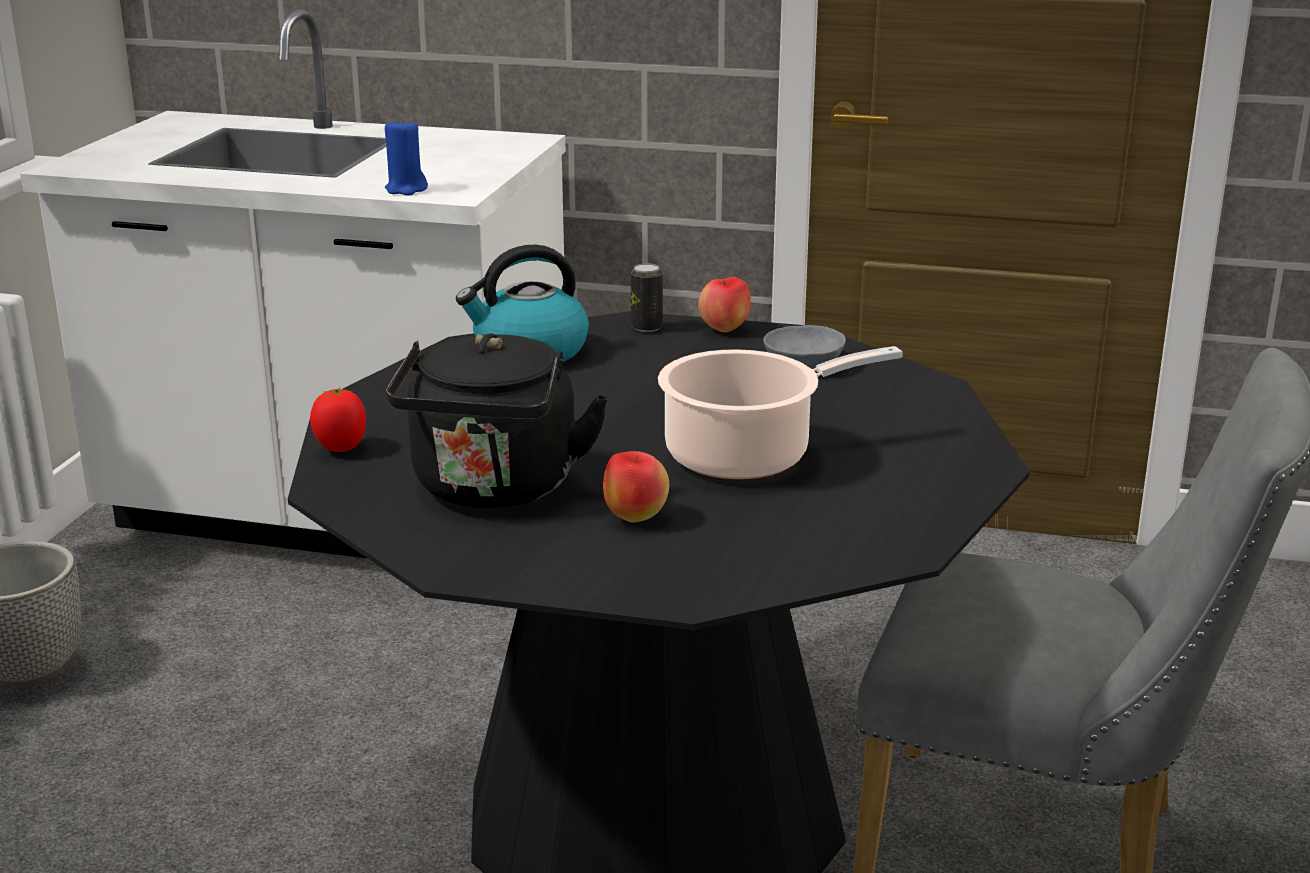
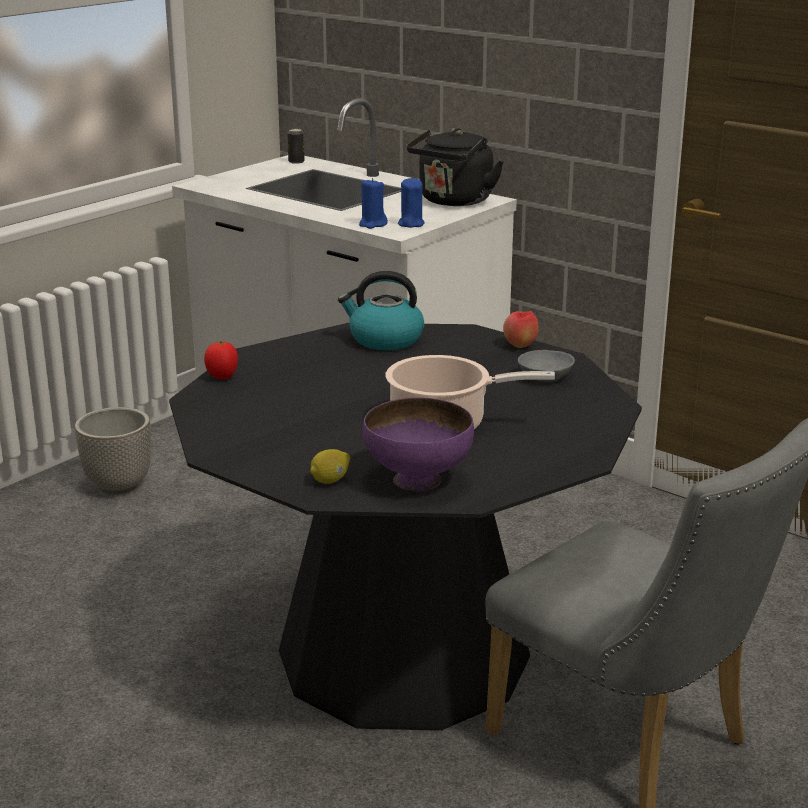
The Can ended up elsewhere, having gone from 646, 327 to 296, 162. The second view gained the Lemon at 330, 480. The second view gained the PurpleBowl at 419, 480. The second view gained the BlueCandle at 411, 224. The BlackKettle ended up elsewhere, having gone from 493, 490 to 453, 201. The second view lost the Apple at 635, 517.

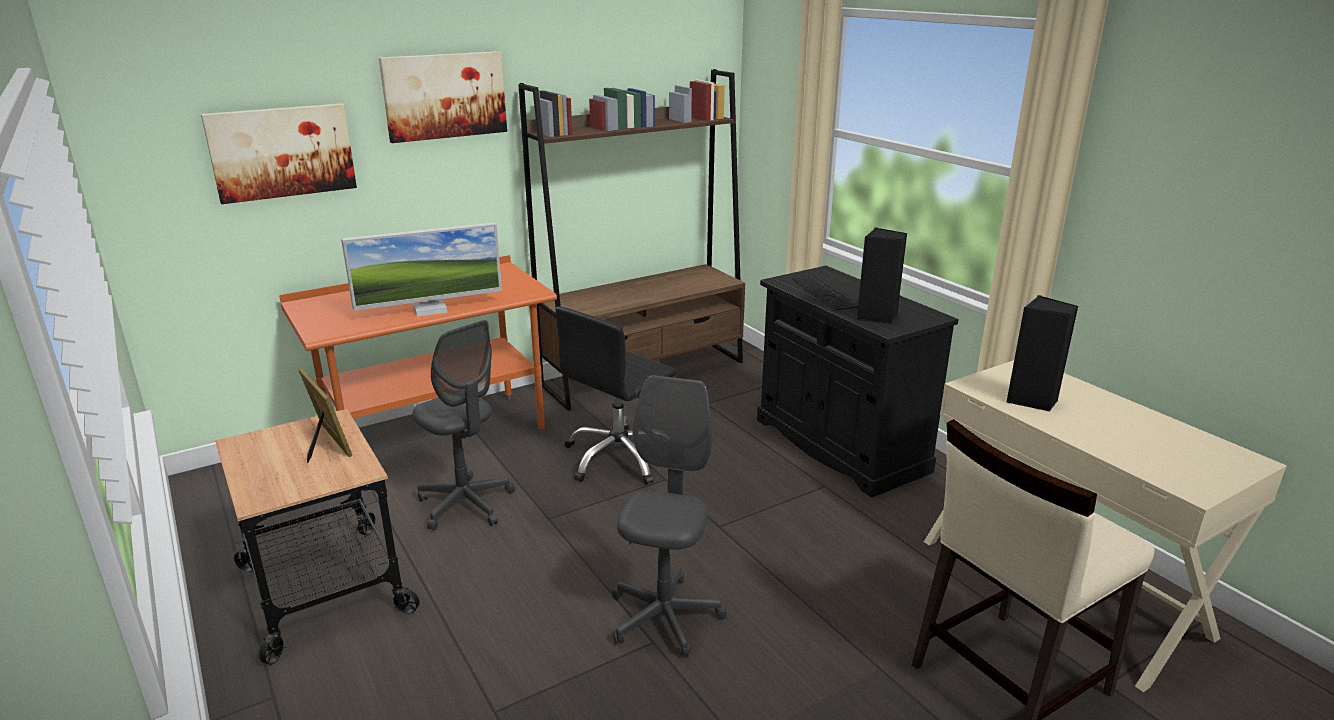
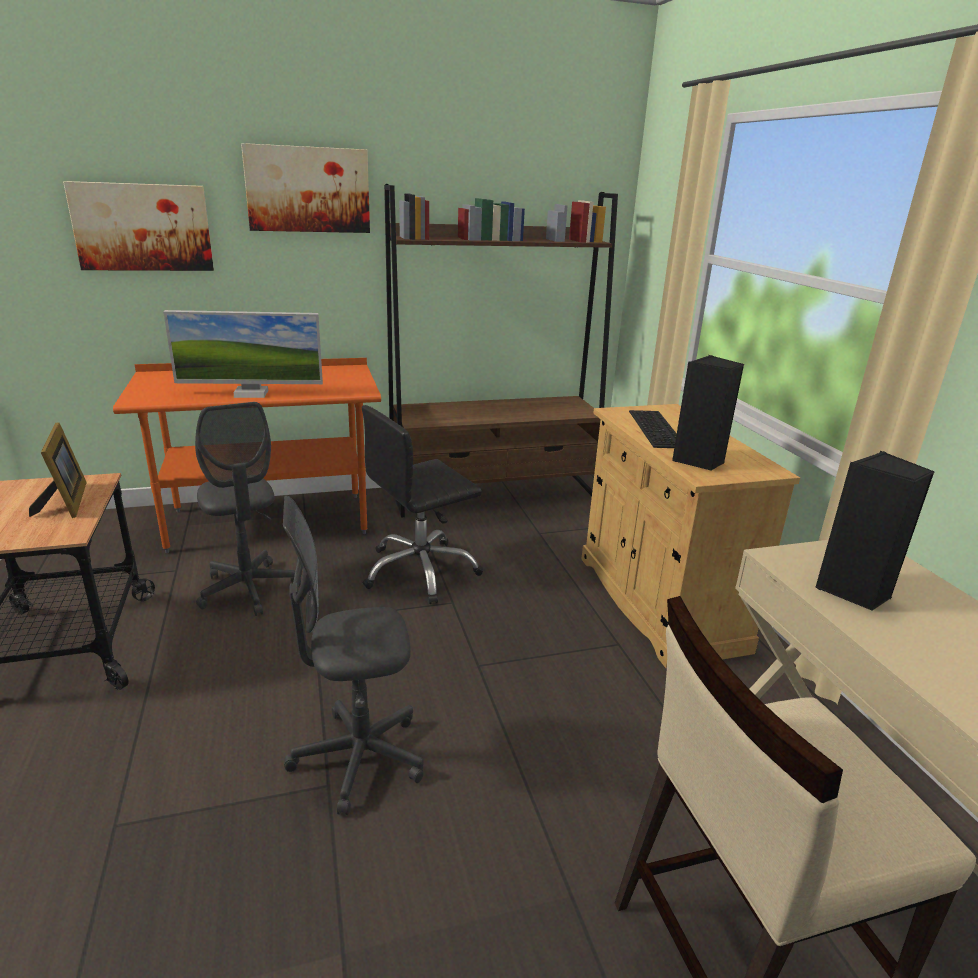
The GreyOfficeChair at 664, 617 ended up facing another way, 135 degrees counterclockwise from before. What was the BlackCabinet at 840, 445 turned into the BeigeCabinet at 658, 602.

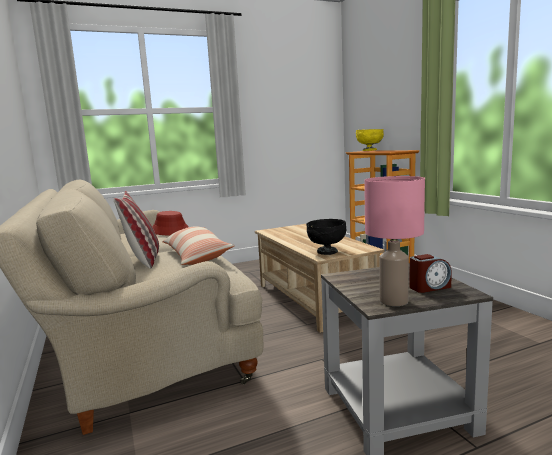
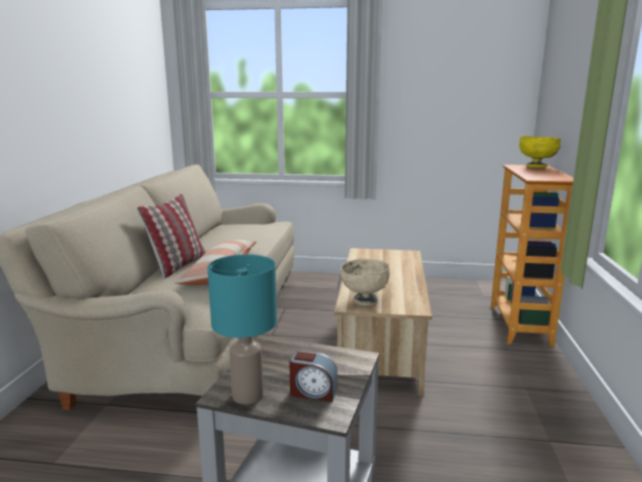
What was the PinkTableLamp at 393, 301 turned into the TurquoiseTableLamp at 246, 395. What was the BlackBowl at 326, 252 turned into the BeigeBowl at 364, 300. The second view lost the RedHat at 170, 231.

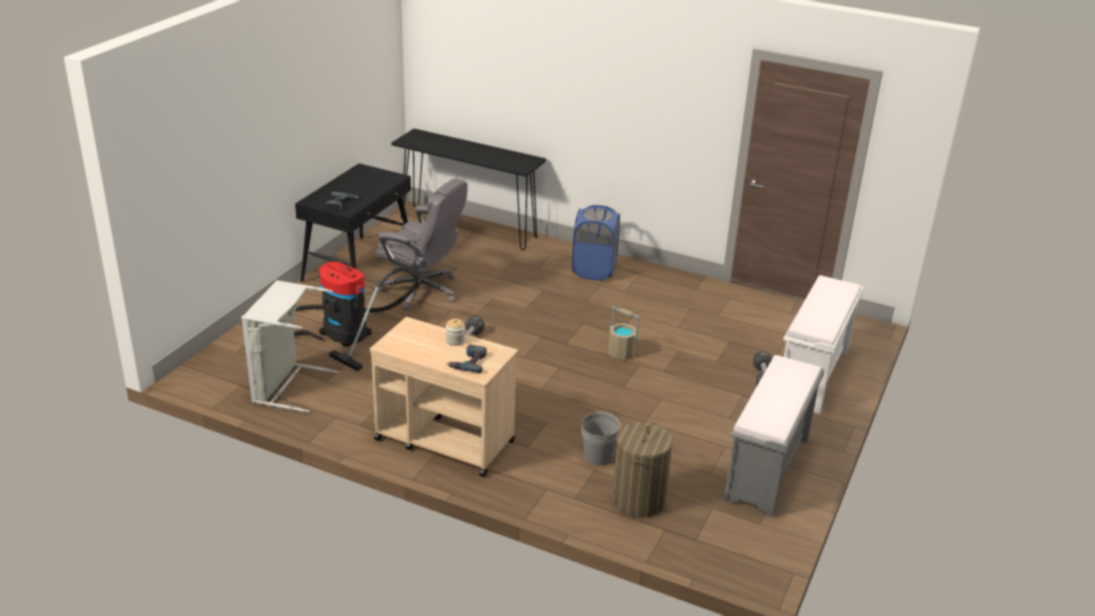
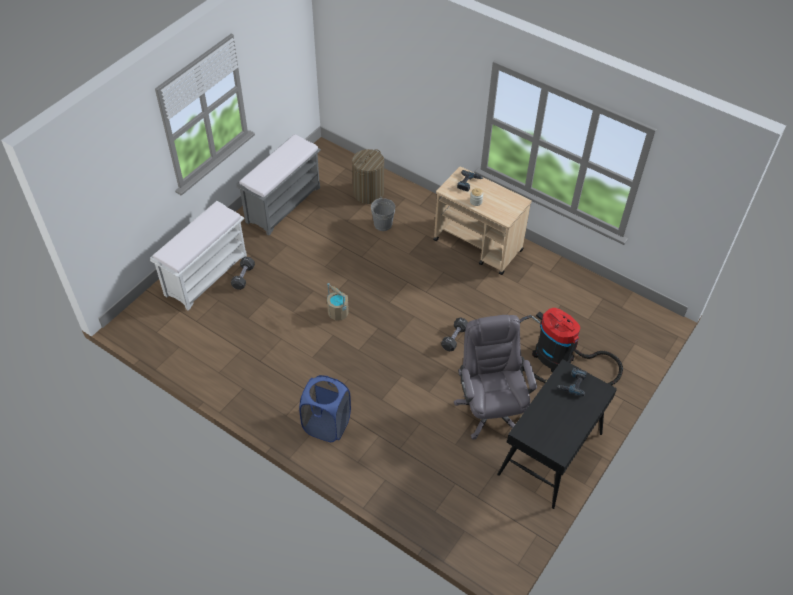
The GreyOfficeChair at 422, 290 ended up facing another way, 45 degrees clockwise from before. The second view lost the GreyLaundryBasket at 287, 386. The second view lost the BlackConsoleTable at 468, 228.

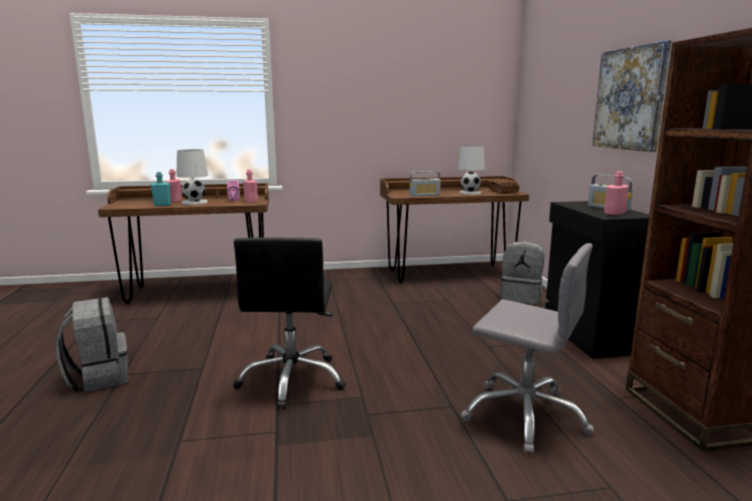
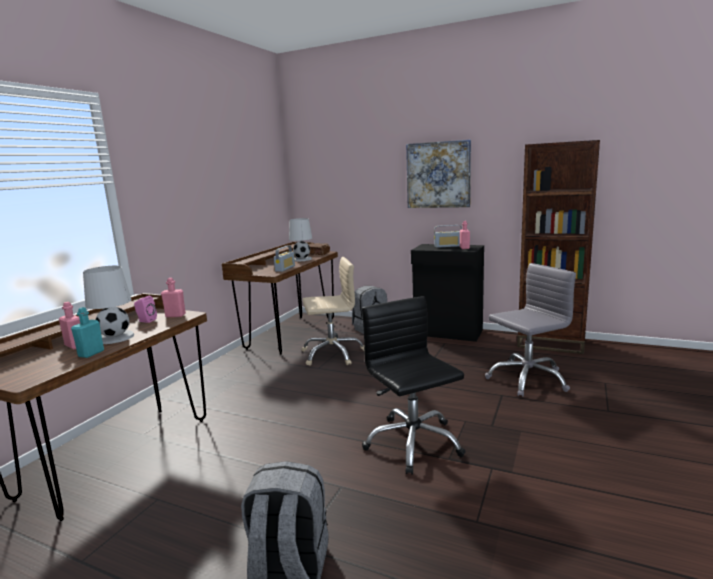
The second view gained the BeigeOfficeChair at 332, 354. The BlackOfficeChair at 292, 380 ended up facing another way, 150 degrees counterclockwise from before.

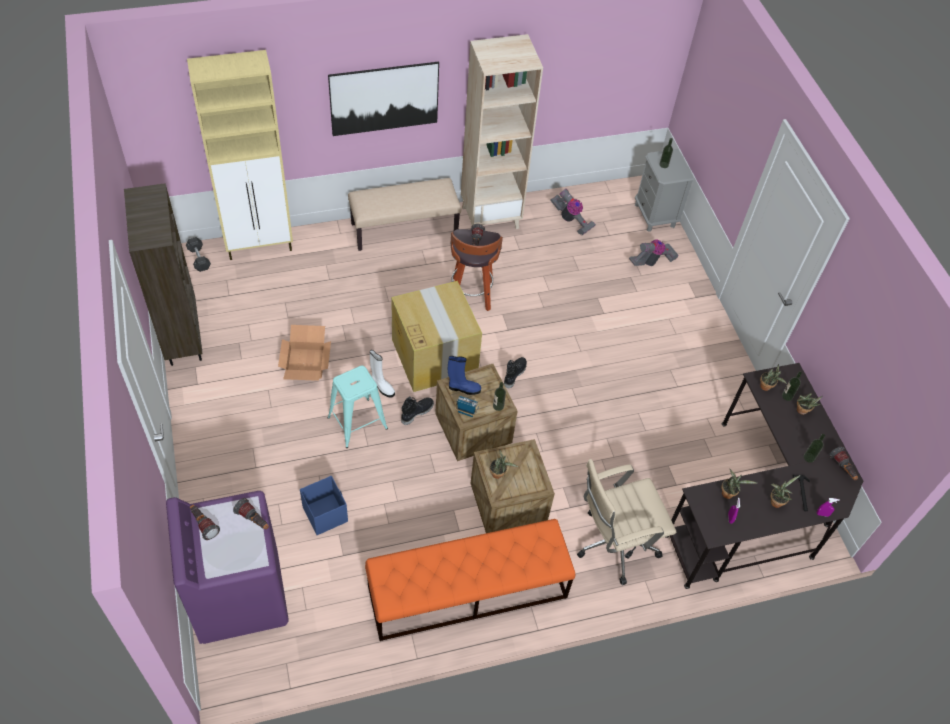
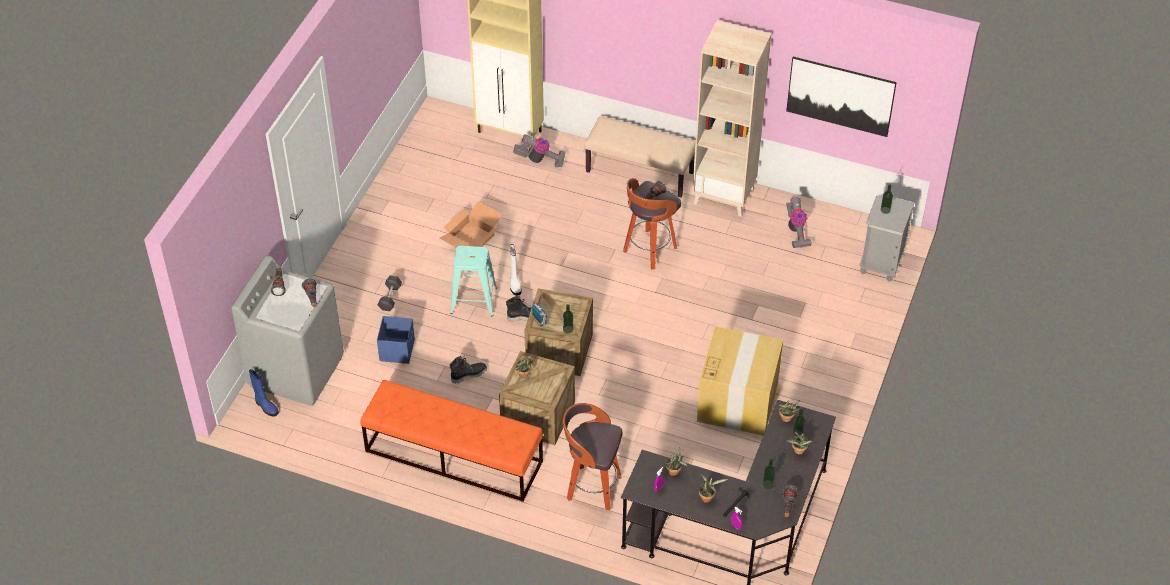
What was the PurpleWashingMachine at 239, 595 turned into the GreyWashingMachine at 296, 370. The BlueBoot ended up elsewhere, having gone from 463, 388 to 266, 406. The GreyDumbbell ended up elsewhere, having gone from 199, 259 to 390, 298. The BlackBoot ended up elsewhere, having gone from 514, 374 to 468, 374. The VacuumCleaner ended up elsewhere, having gone from 652, 261 to 540, 160. Where the BeigeOfficeChair stood at 613, 545, the Stool came to stand at 592, 488. The CardboardBox ended up elsewhere, having gone from 434, 356 to 737, 401. The Picture ended up elsewhere, having gone from 384, 98 to 840, 96. The second view lost the BrownBookcase at 182, 338.

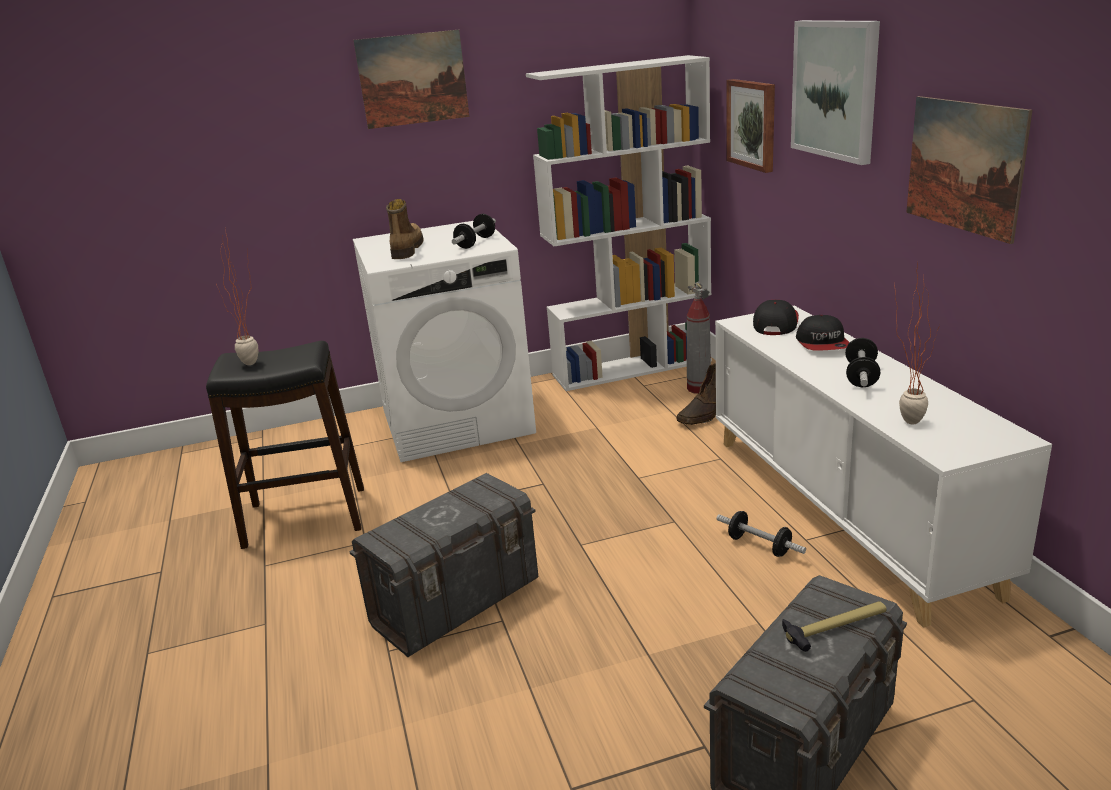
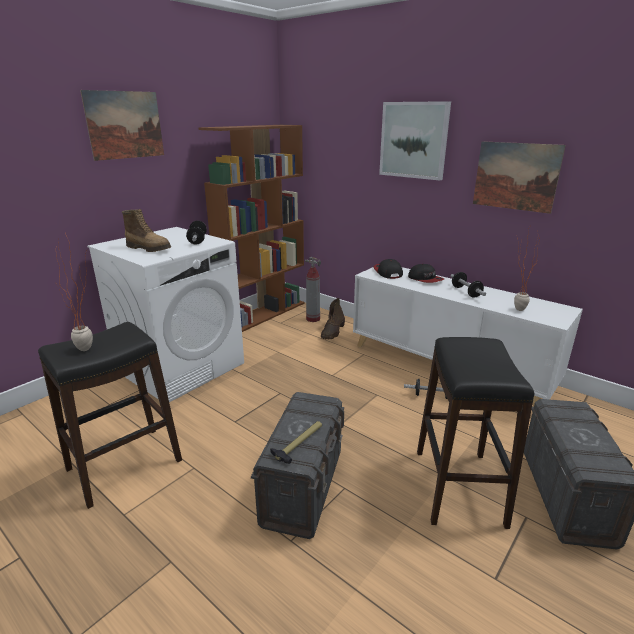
The Boot at 406, 250 ended up facing another way, 150 degrees clockwise from before. What was the WhiteBookcase at 632, 367 turned into the BrownBookcase at 263, 314. The Hammer ended up elsewhere, having gone from 835, 627 to 299, 443. The second view gained the BlackStool at 459, 487. The second view lost the Picture at 752, 124.

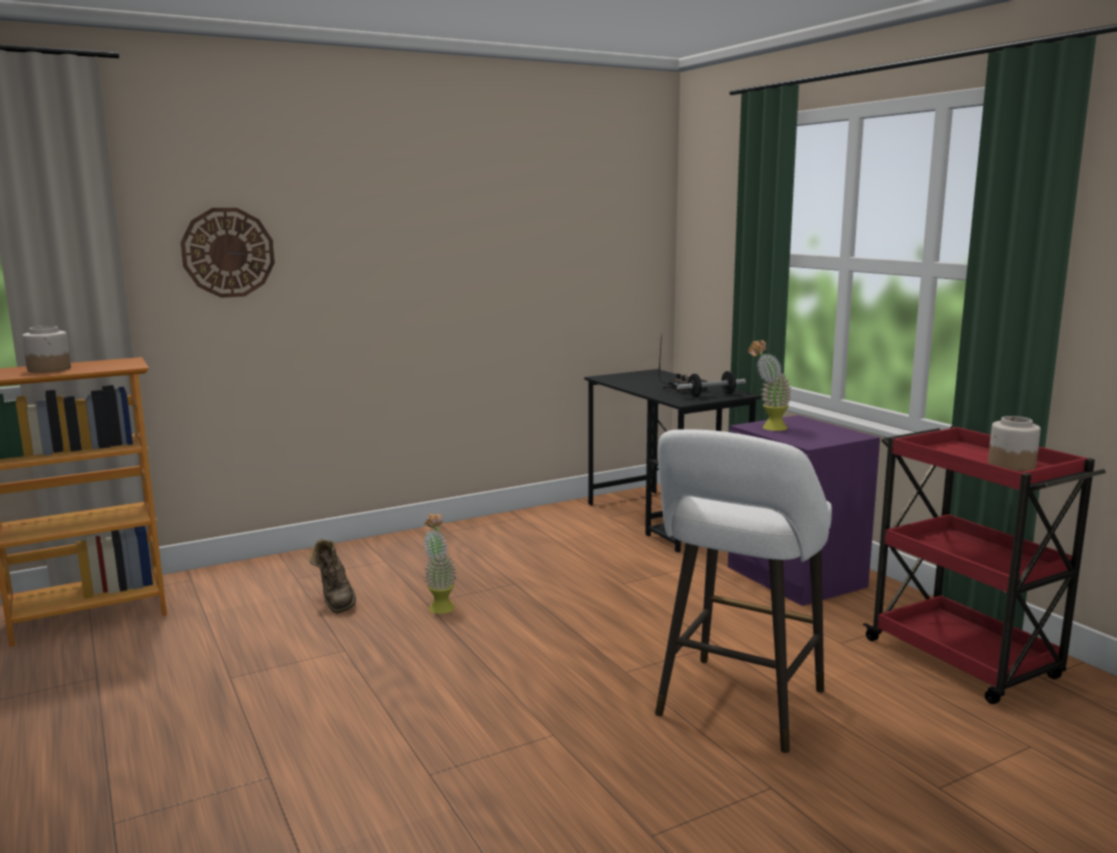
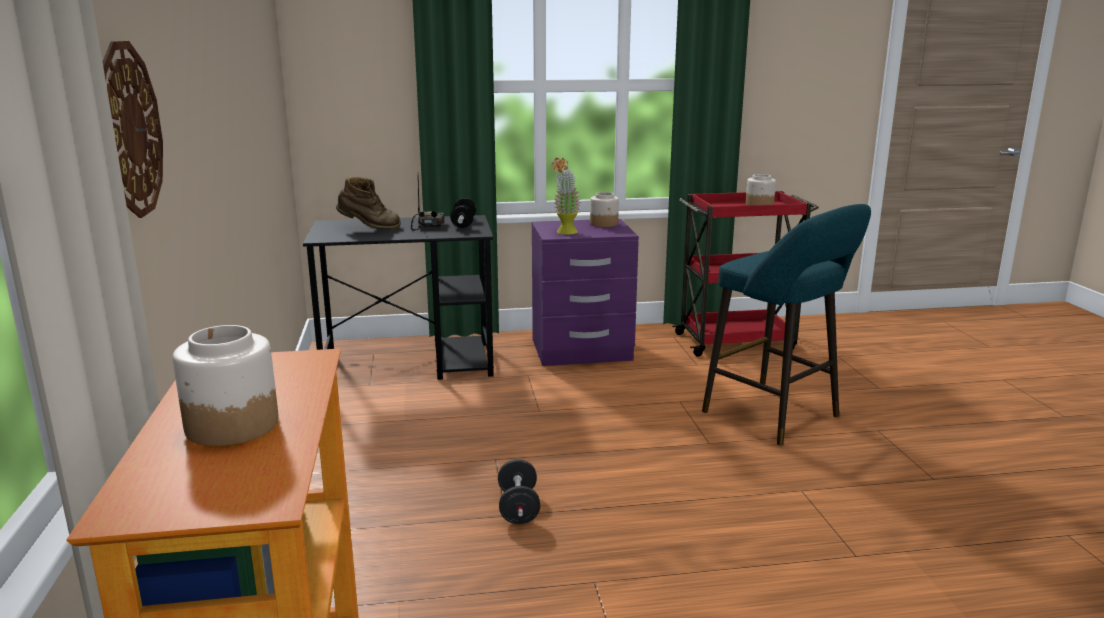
The BrownBoot ended up elsewhere, having gone from 336, 600 to 369, 228. Where the PottedPlant stood at 439, 605, the BlackDumbbell came to stand at 518, 508. The second view gained the Jar at 604, 224. What was the WhiteStool at 737, 707 turned into the TurquoiseStool at 777, 416.

